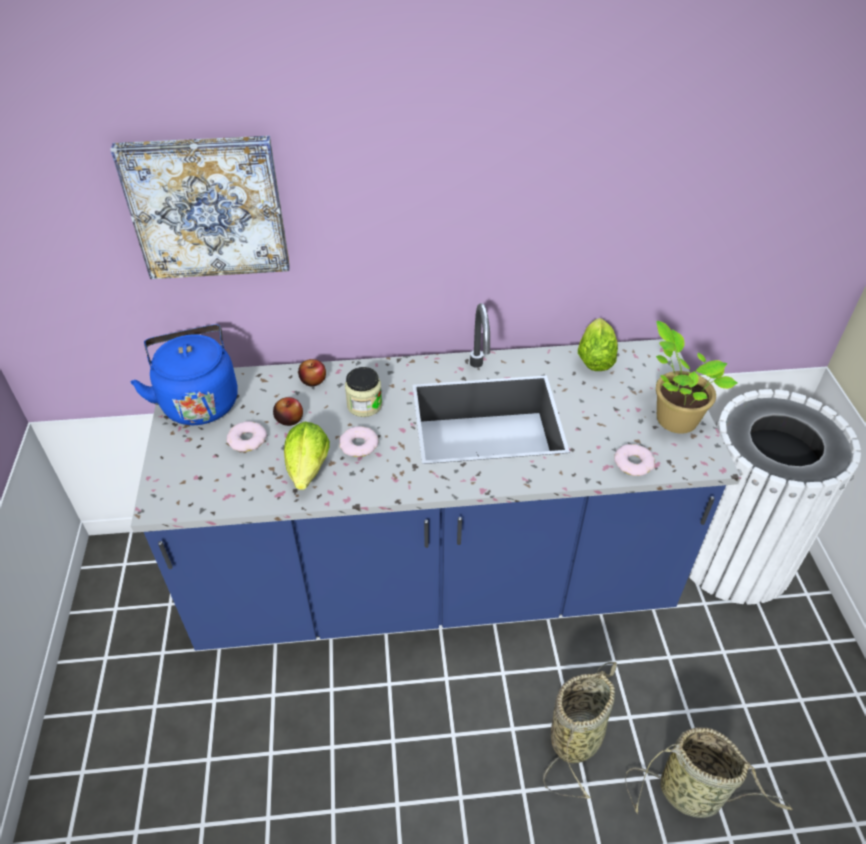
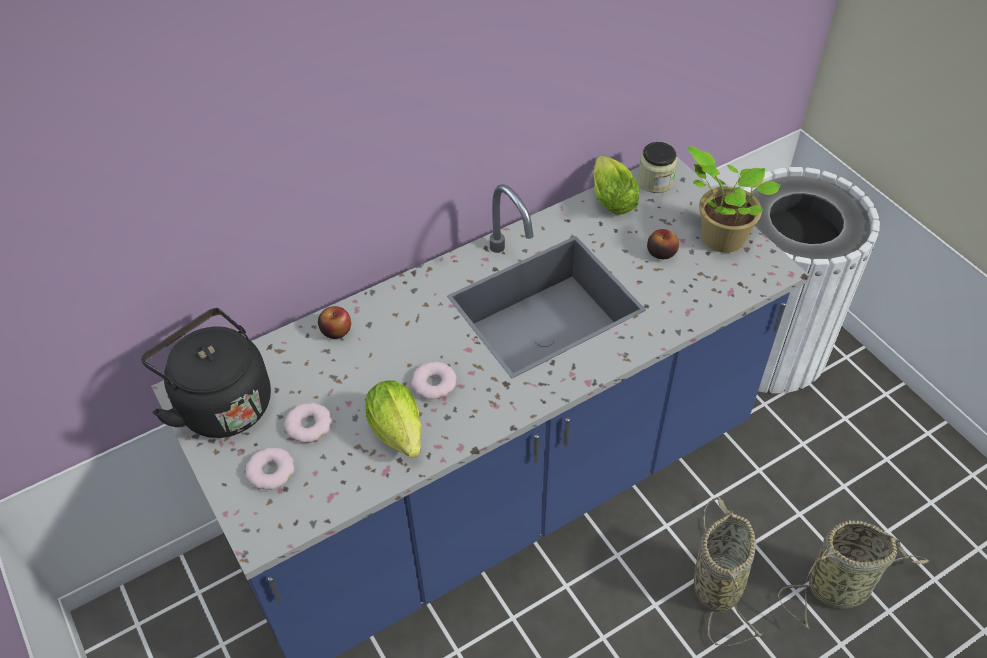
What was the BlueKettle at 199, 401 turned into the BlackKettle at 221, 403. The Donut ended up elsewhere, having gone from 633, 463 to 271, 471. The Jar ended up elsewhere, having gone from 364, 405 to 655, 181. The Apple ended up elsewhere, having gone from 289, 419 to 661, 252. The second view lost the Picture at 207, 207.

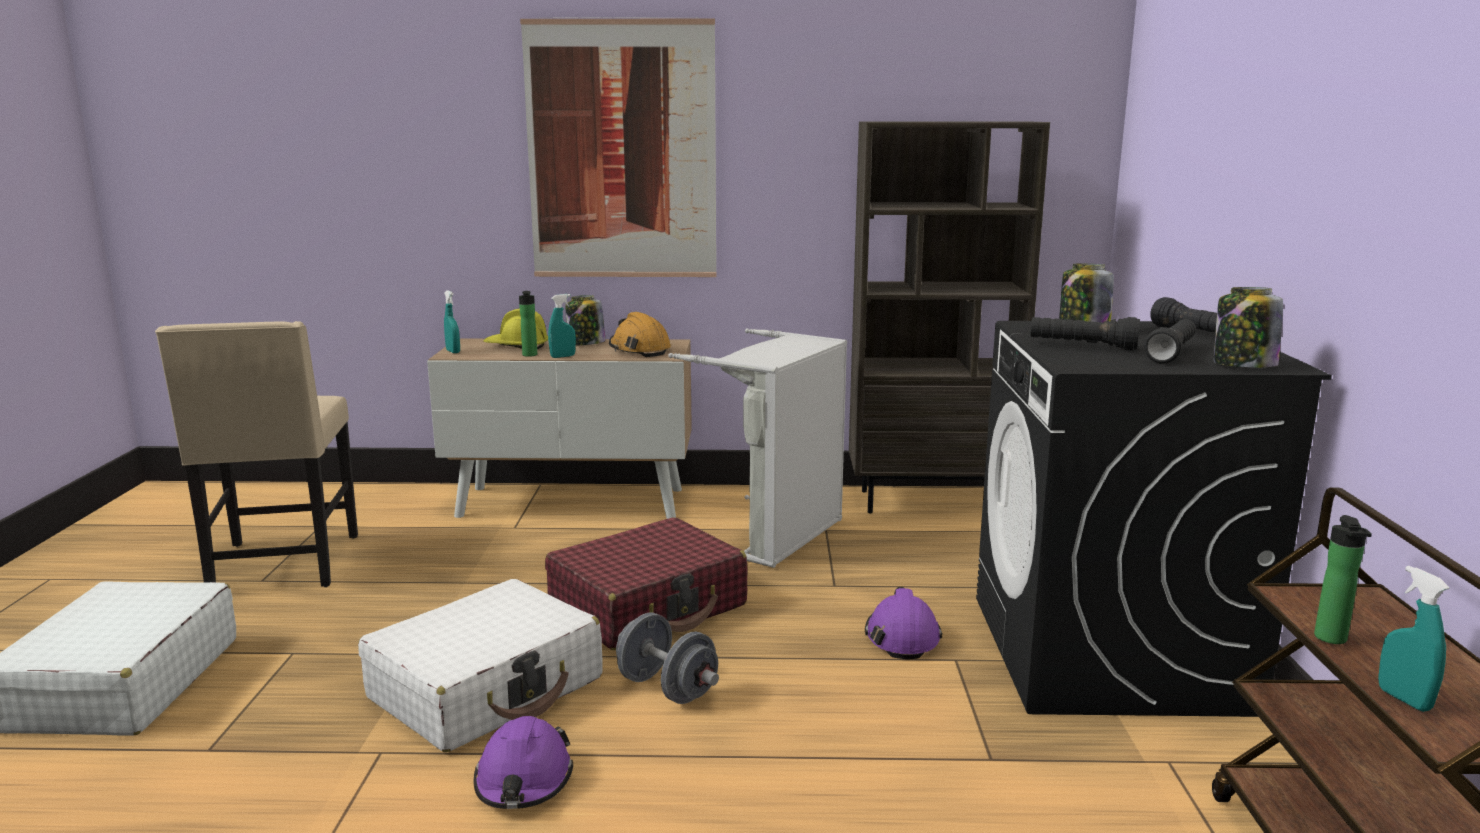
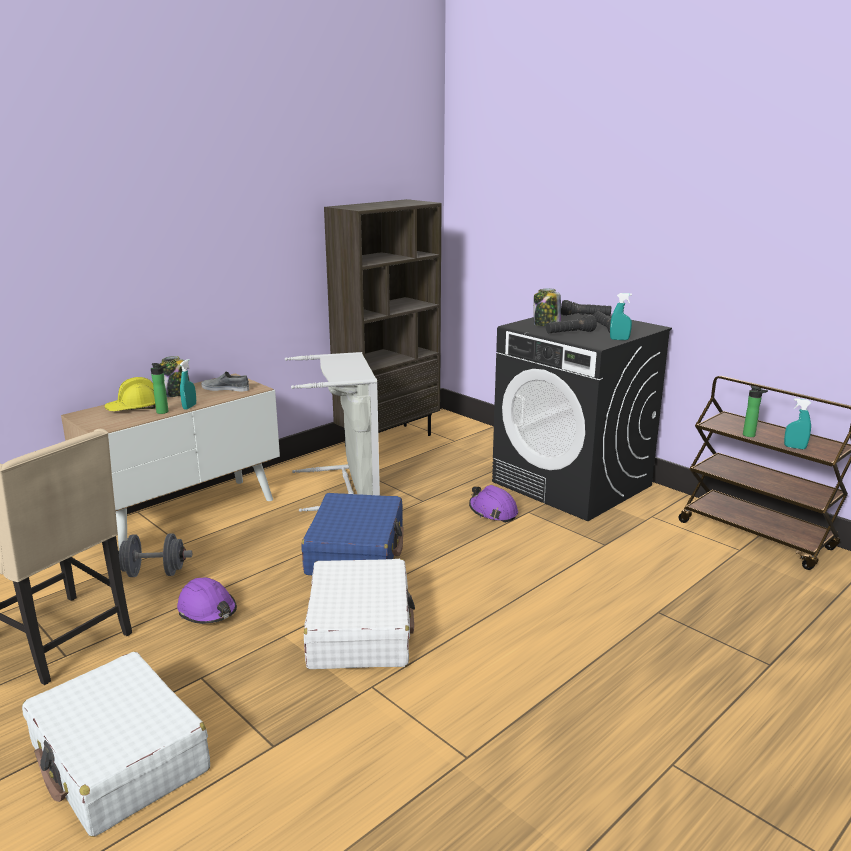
The GreyDumbbell ended up elsewhere, having gone from 667, 688 to 154, 573. The PurpleHardHat ended up elsewhere, having gone from 524, 781 to 207, 611. Where the OrangeHardHat stood at 639, 349, the GreyShoe came to stand at 225, 388. What was the RedSuitcase at 649, 606 turned into the BlueSuitcase at 356, 551. The TurquoiseSprayBottle ended up elsewhere, having gone from 453, 351 to 619, 339. The second view lost the Picture at 621, 151. The second view lost the Jar at 1243, 365.

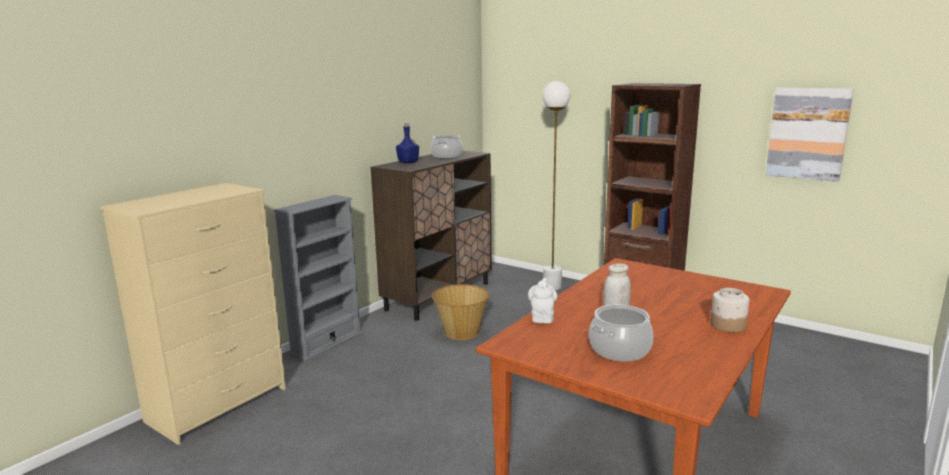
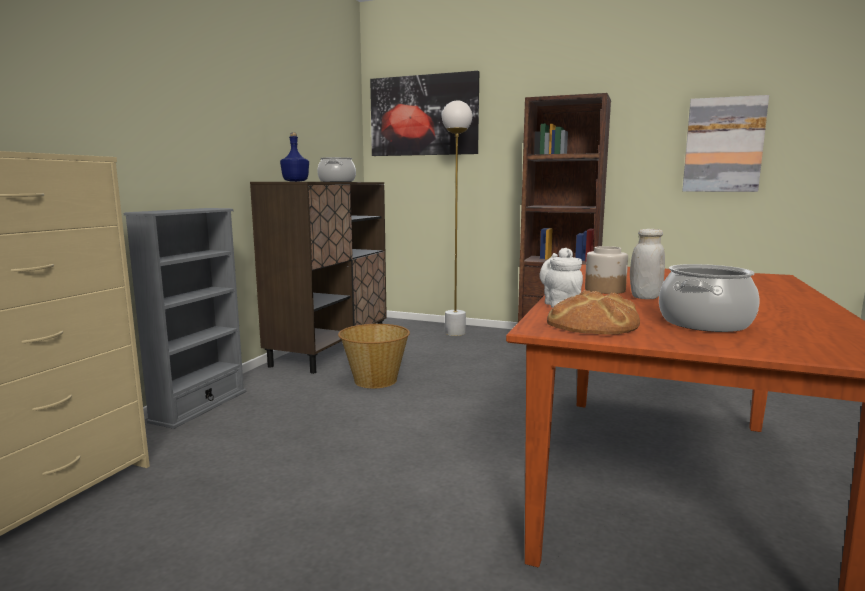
The second view gained the Picture at 423, 115. The second view gained the Bread at 592, 324. The Jar ended up elsewhere, having gone from 728, 325 to 605, 290.

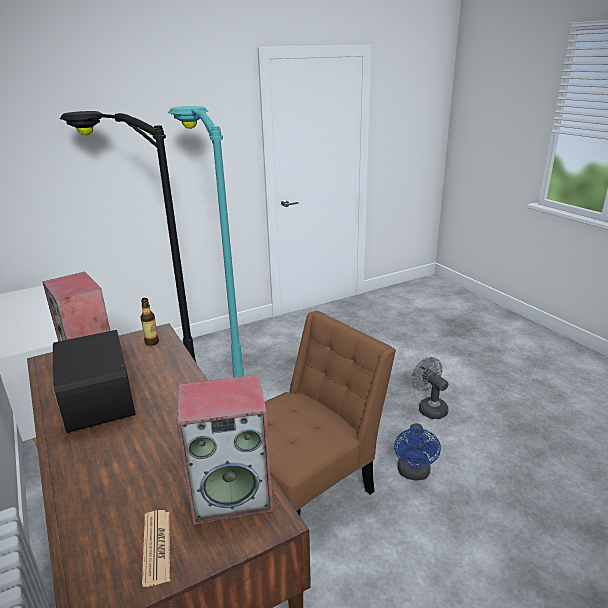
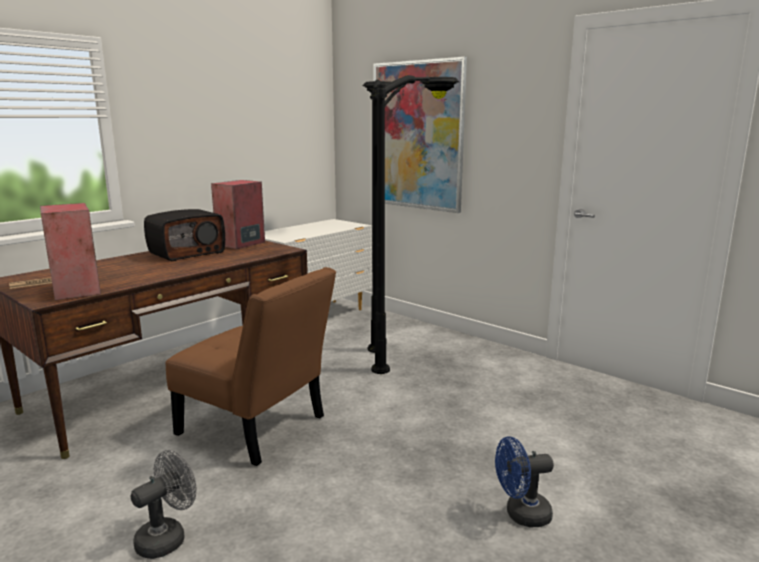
The GreyFan ended up elsewhere, having gone from 429, 408 to 167, 537. What was the TurquoiseFloorLamp at 222, 366 turned into the BlackFloorLamp at 418, 353. The second view gained the Picture at 417, 136. The BlueFan ended up elsewhere, having gone from 414, 473 to 521, 515. The second view lost the Bottle at 152, 342.

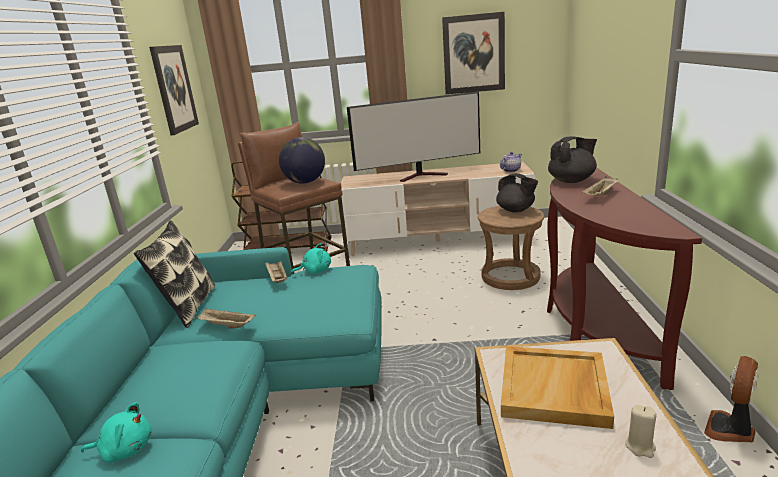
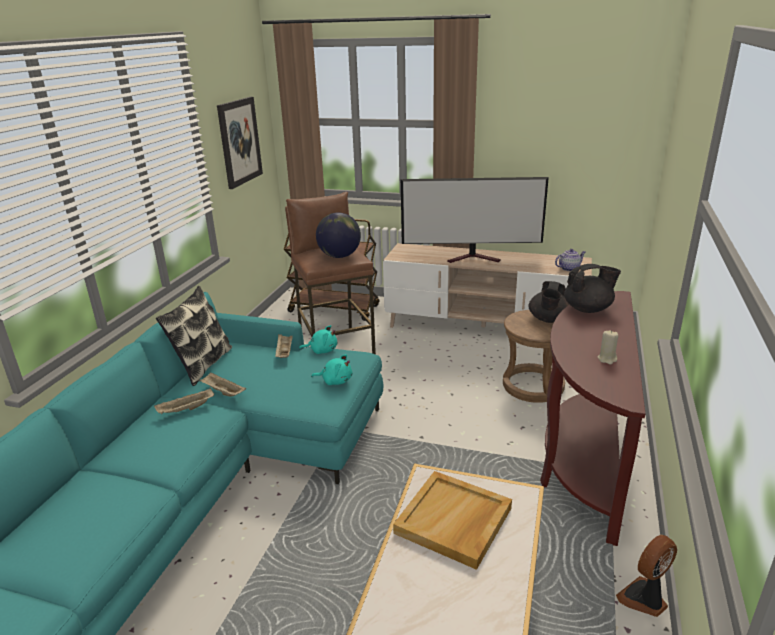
The BeigeTray ended up elsewhere, having gone from 601, 196 to 186, 410. The TurquoisePlushToy ended up elsewhere, having gone from 125, 449 to 335, 381. The BlackTeapot at 516, 210 ended up facing another way, 45 degrees clockwise from before. The BeigeCandle ended up elsewhere, having gone from 640, 446 to 607, 359. The second view lost the Picture at 473, 54.

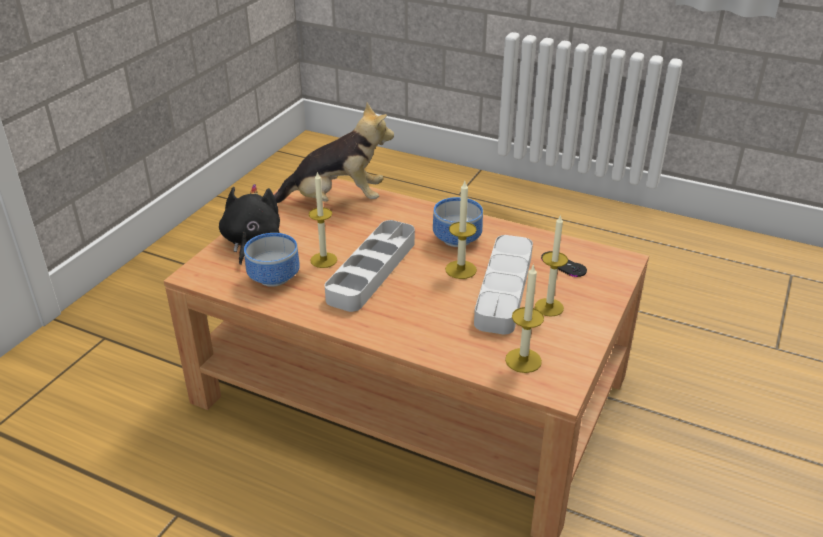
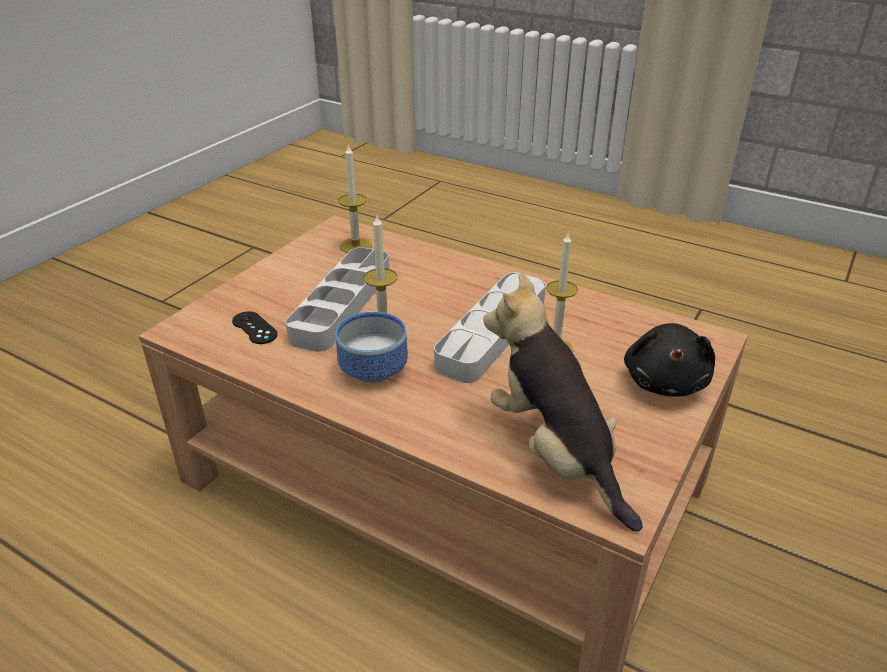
The PlushToy at 336, 201 ended up facing another way, 60 degrees clockwise from before. The second view lost the Bowl at 276, 278. The second view lost the Candle at 549, 307.

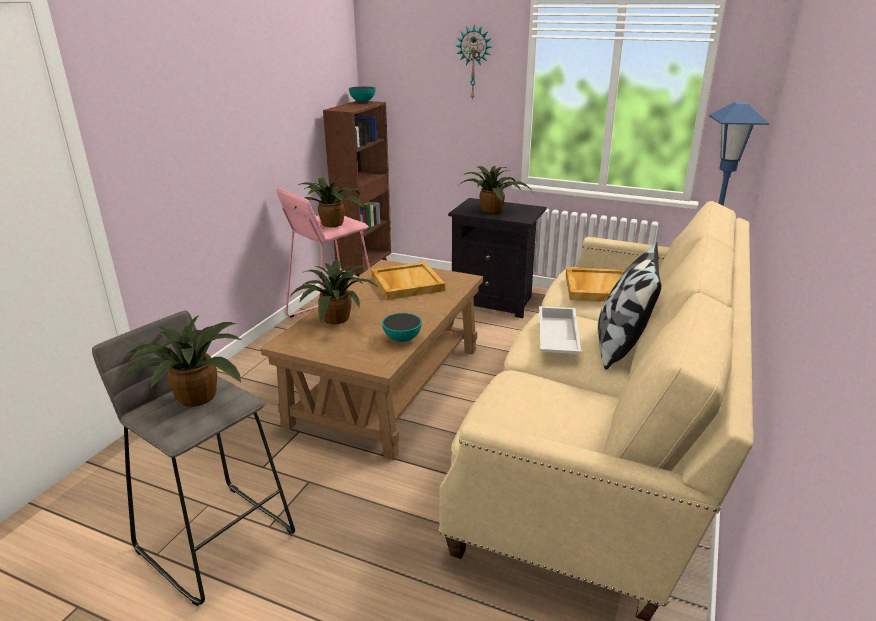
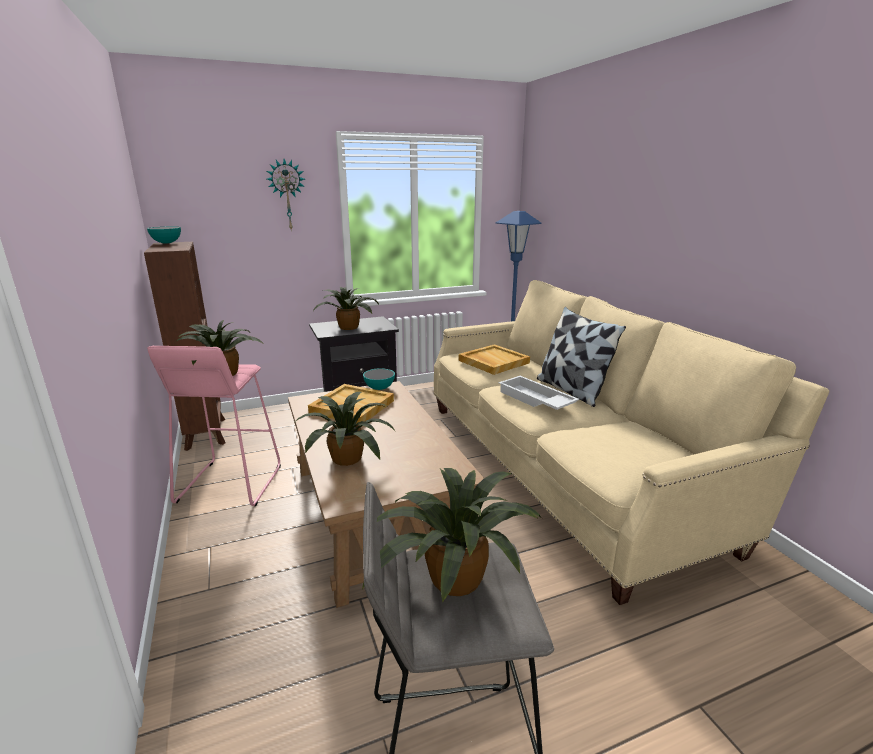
The Bowl ended up elsewhere, having gone from 402, 339 to 379, 388.

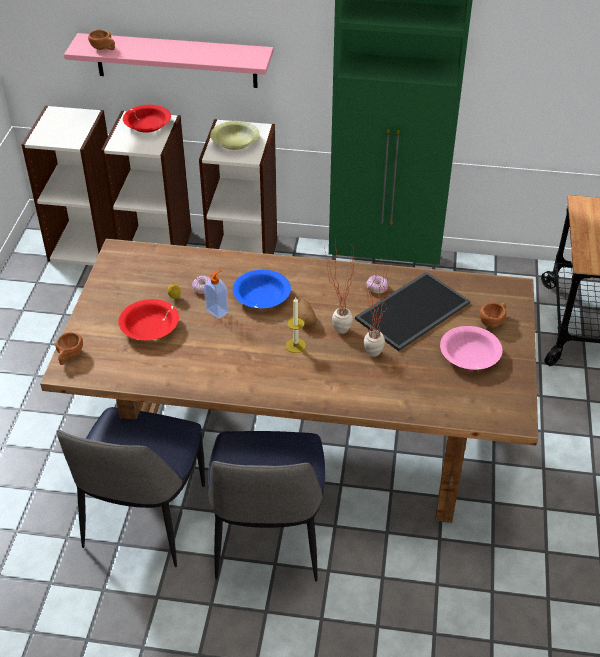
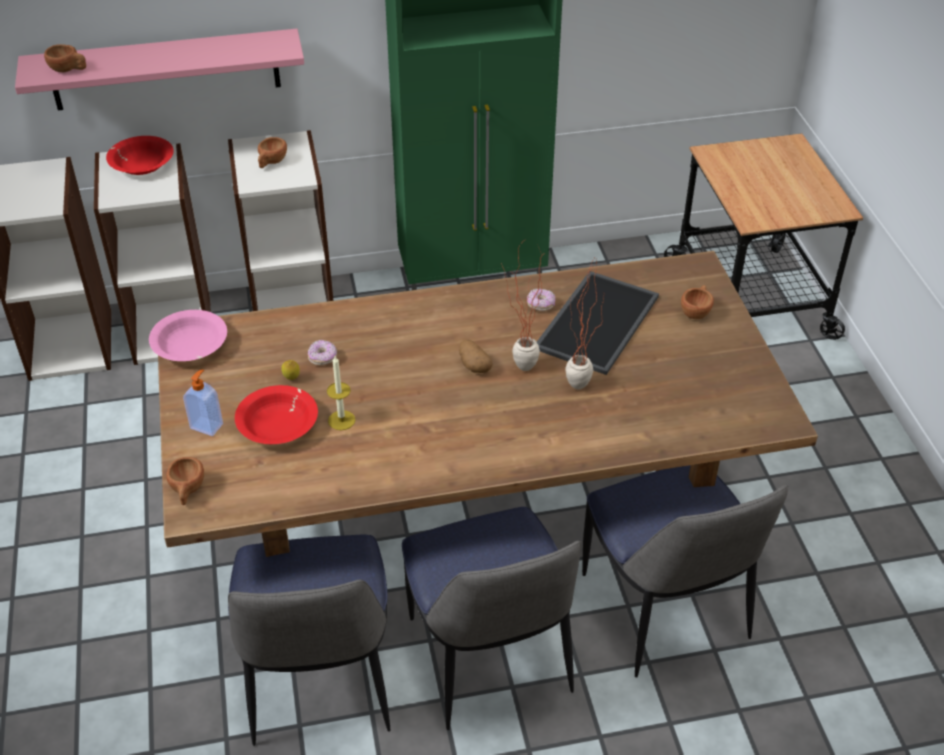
The PinkBowl ended up elsewhere, having gone from 469, 355 to 190, 346. The SoapDispenser ended up elsewhere, having gone from 217, 311 to 207, 425. Where the YellowBowl stood at 235, 142, the BrownCup came to stand at 271, 163. The Candle ended up elsewhere, having gone from 295, 345 to 341, 420. The second view gained the Chair at 665, 611. The second view lost the BlueBowl at 261, 296.

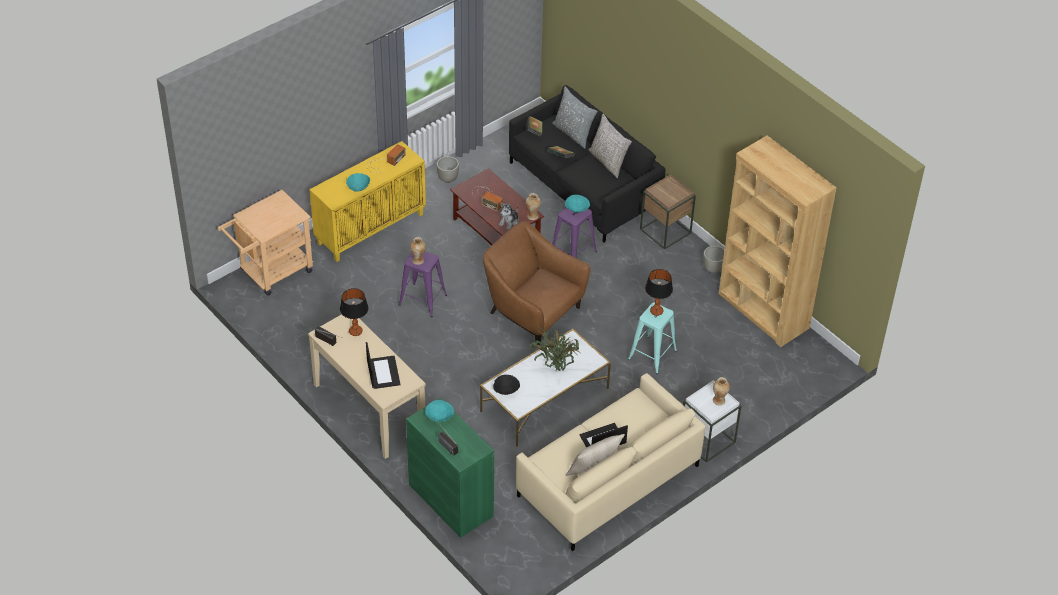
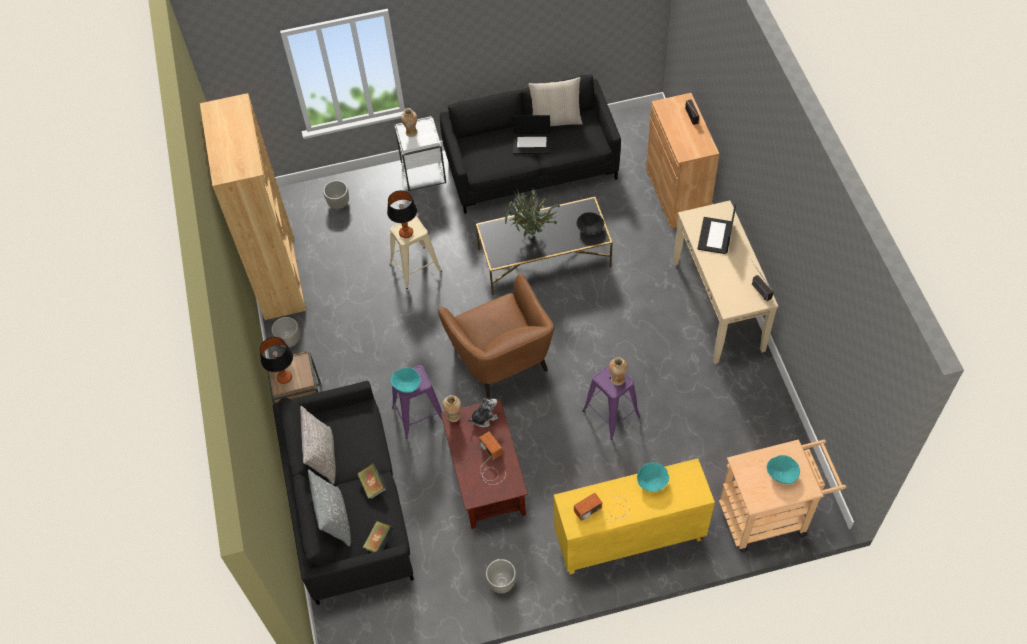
The TableLamp ended up elsewhere, having gone from 355, 331 to 284, 378. The second view gained the GreyPlanter at 338, 203. What was the TurquoiseStool at 652, 355 turned into the BeigeStool at 415, 267. What was the BeigeSofa at 607, 480 turned into the BlackSofa at 531, 166. What was the WhiteCoffeeTable at 544, 400 turned into the BlackCoffeeTable at 544, 257. What was the GreenCabinet at 451, 500 turned into the BrownCabinet at 677, 194. The TurquoiseBowl ended up elsewhere, having gone from 439, 416 to 781, 474.

